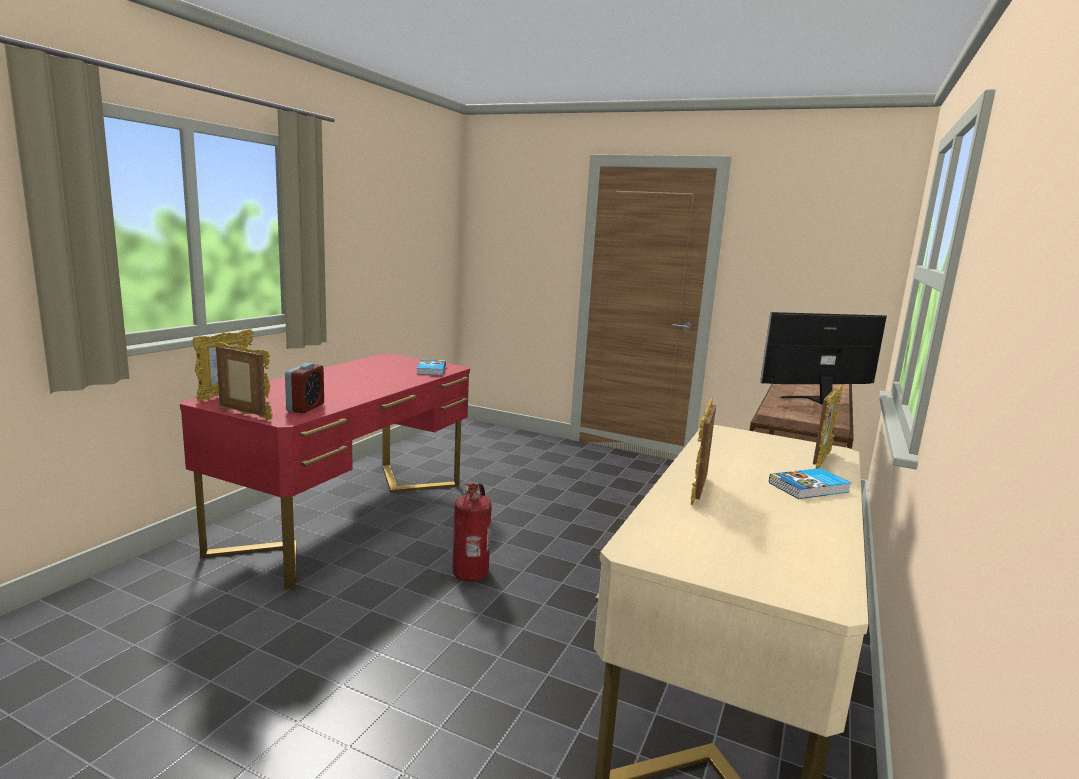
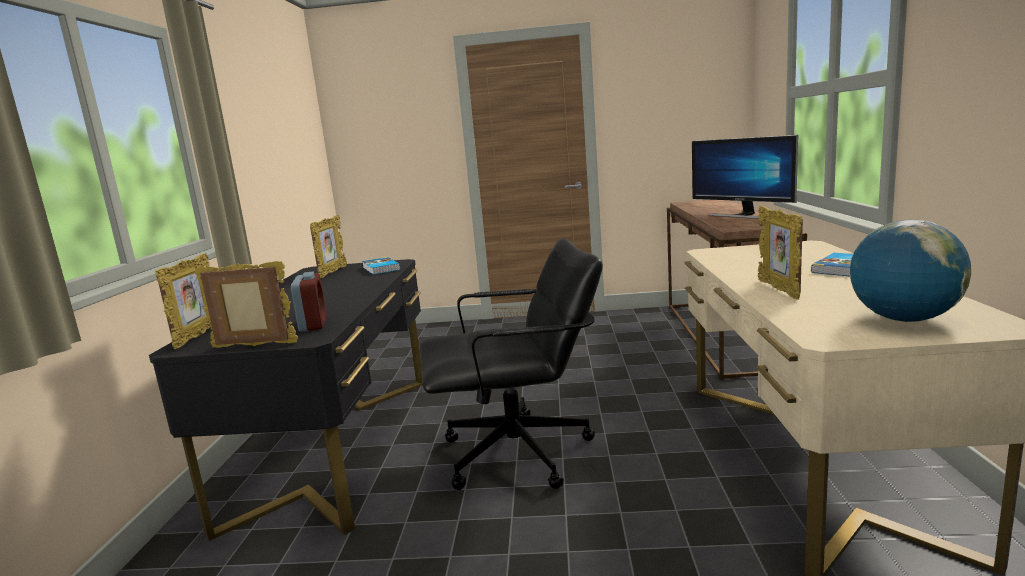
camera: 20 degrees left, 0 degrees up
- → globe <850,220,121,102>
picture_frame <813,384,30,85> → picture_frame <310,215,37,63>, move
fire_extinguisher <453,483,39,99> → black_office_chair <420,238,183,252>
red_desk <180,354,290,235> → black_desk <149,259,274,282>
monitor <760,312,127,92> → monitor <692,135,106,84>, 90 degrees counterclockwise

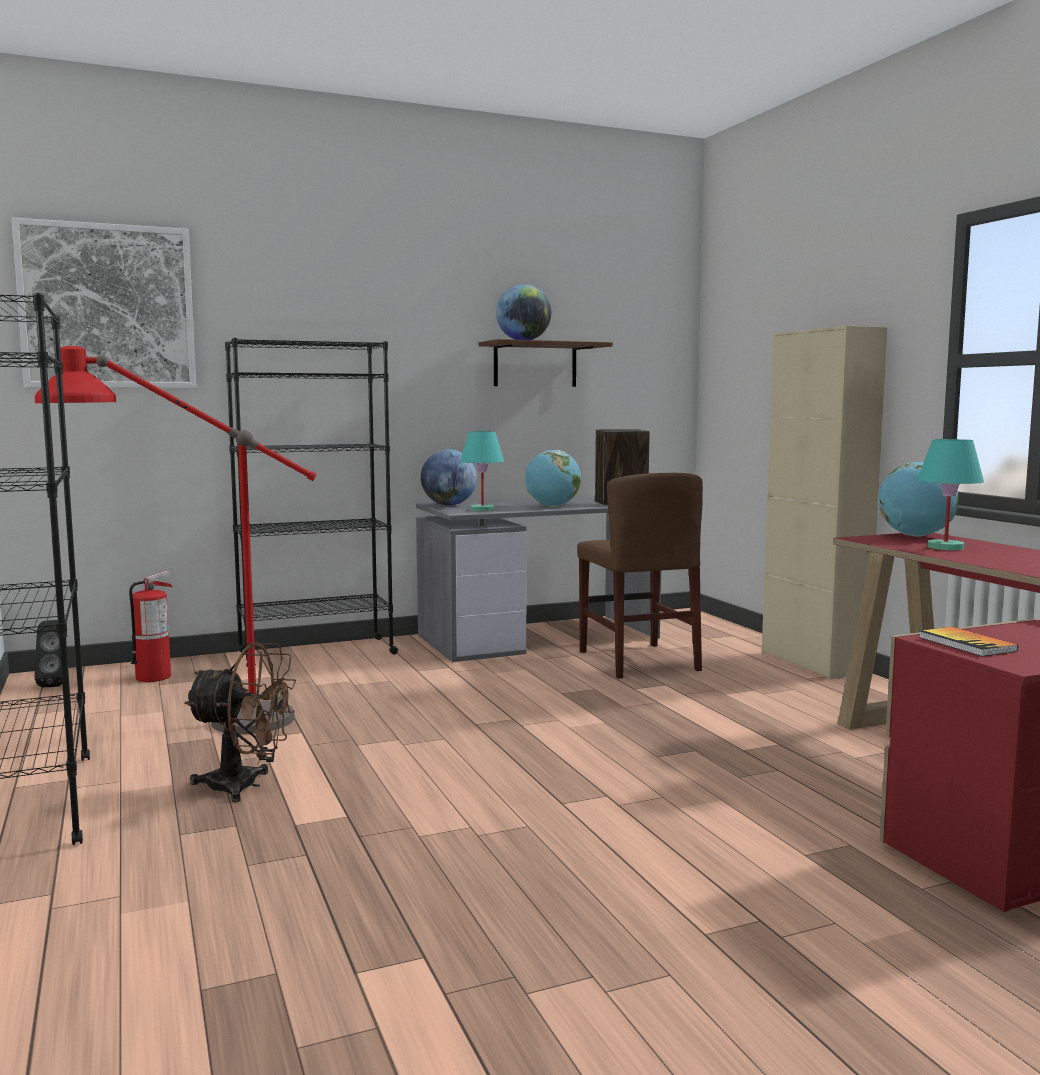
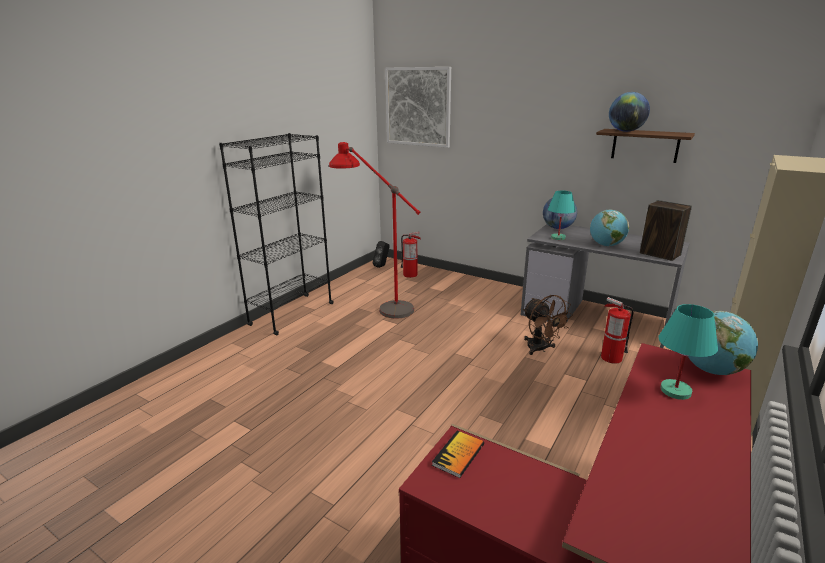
camera: 55 degrees right, 15 degrees up
black_bookcase <225,338,173,329> → -
brown_fan <184,642,112,160> → brown_fan <523,295,50,60>, move
brown_chair <577,473,126,206> → fire_extinguisher <601,297,33,67>

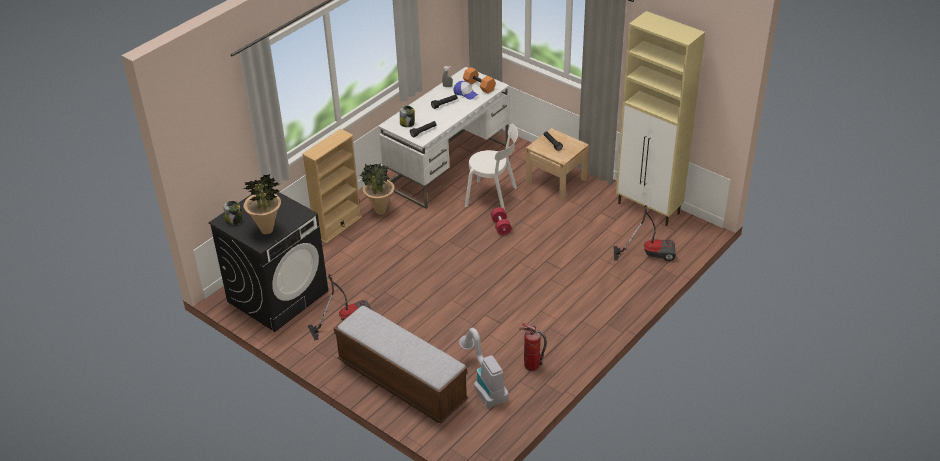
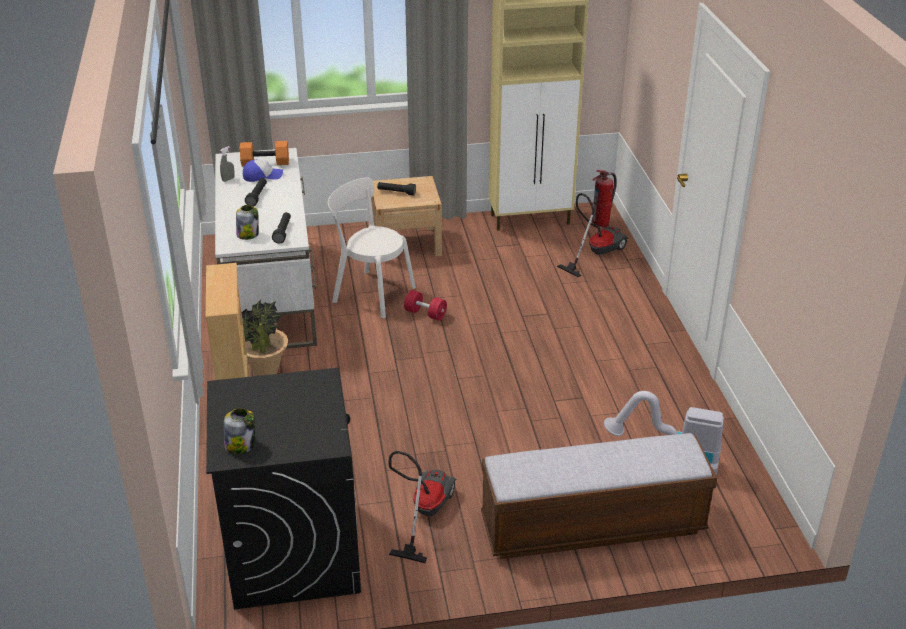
camera: 50 degrees left, 5 degrees down
potted_plant <243,173,38,61> → -
fire_extinguisher <519,323,28,48> → fire_extinguisher <592,170,25,59>, move
white_chair <465,124,53,86> → white_chair <328,178,88,140>, 120 degrees counterclockwise

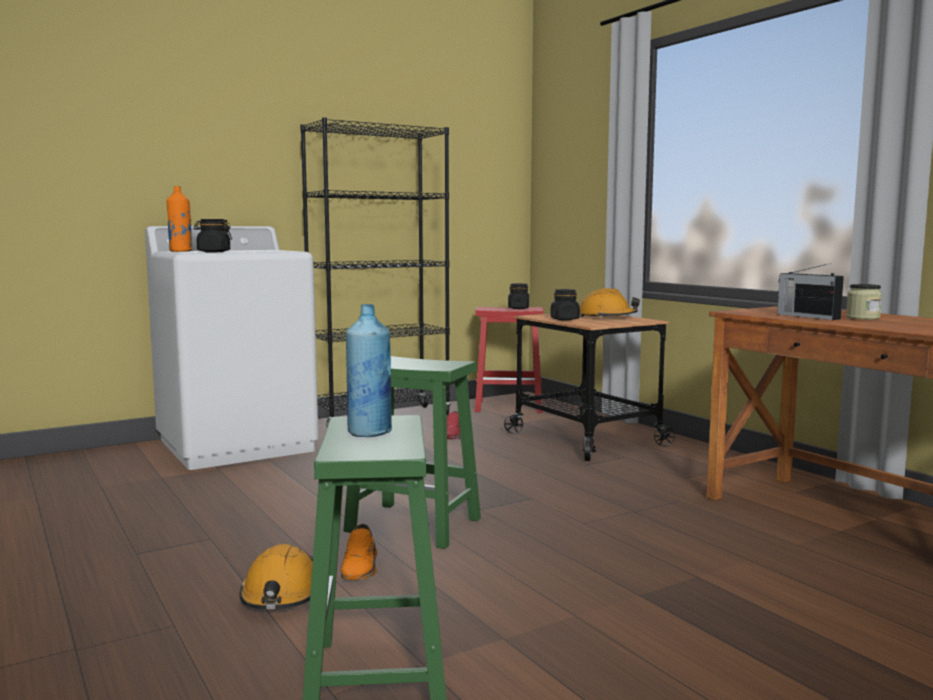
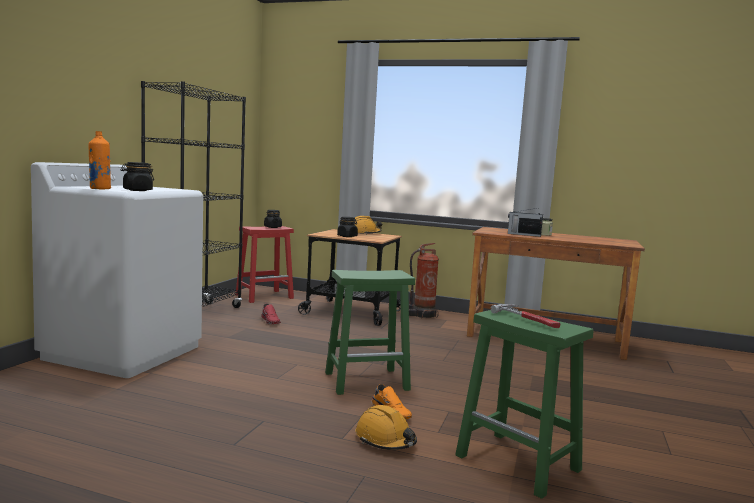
camera: 40 degrees left, 0 degrees up
- → fire_extinguisher <409,243,30,75>
blue_bottle <346,304,46,133> → hammer <490,304,70,24>

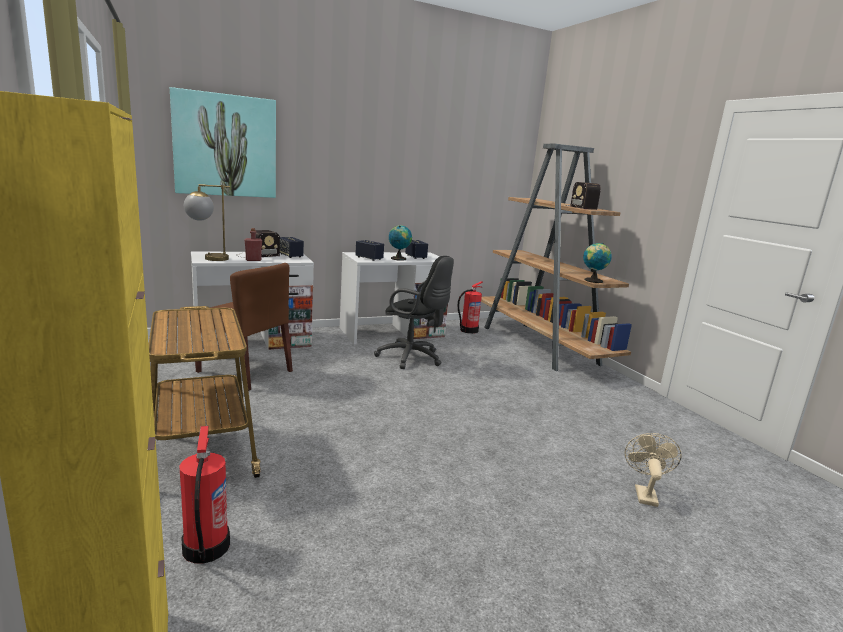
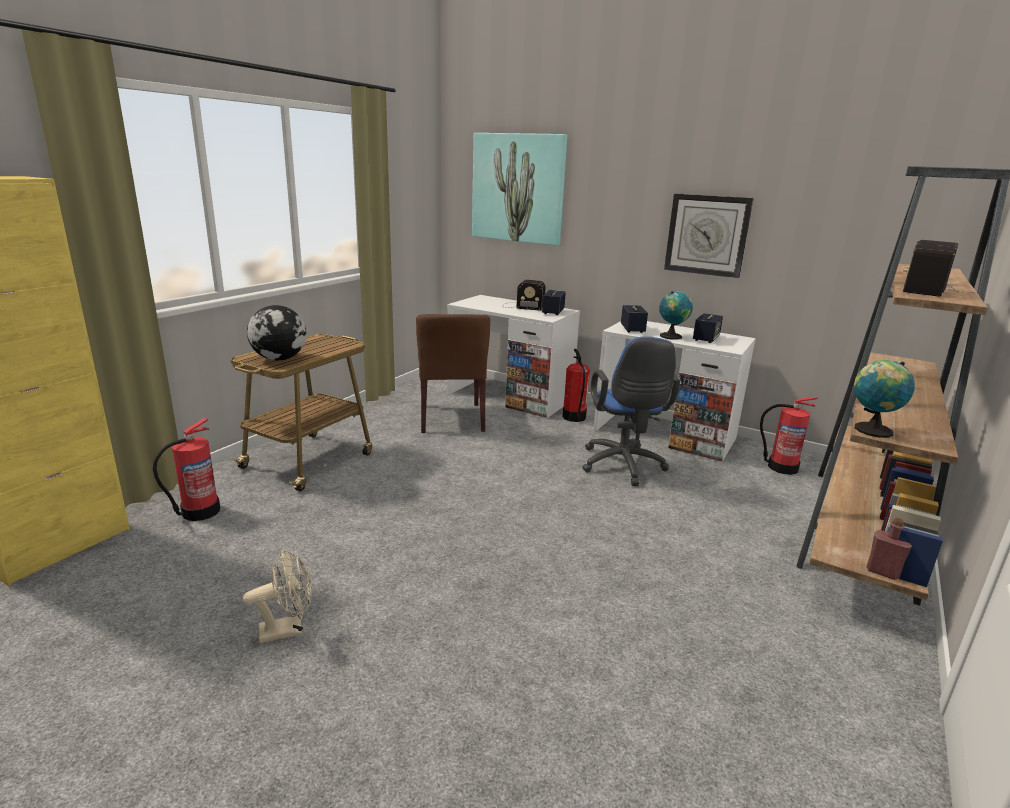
camera: 55 degrees right, 5 degrees up
table_lamp <184,184,46,77> → -
- → globe <247,305,59,55>
- → fire_extinguisher <562,349,28,73>
- → wall_clock <664,193,90,85>
red_bottle <244,228,18,33> → red_bottle <867,518,45,62>, move
beige_fan <625,433,57,74> → beige_fan <243,550,69,93>, move
black_office_chair <374,256,80,113> → blue_office_chair <582,336,98,150>

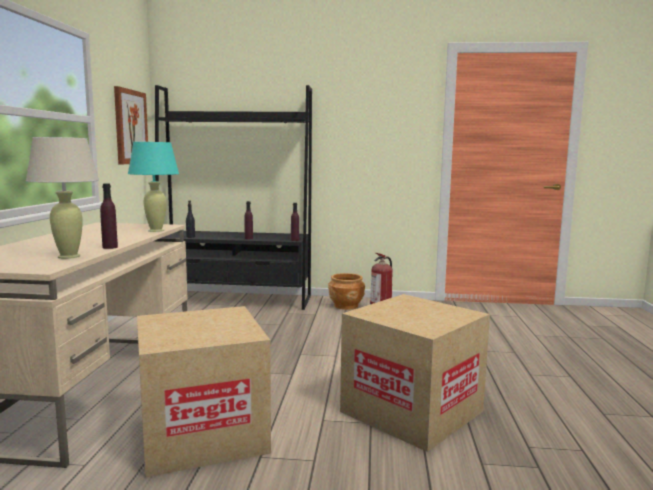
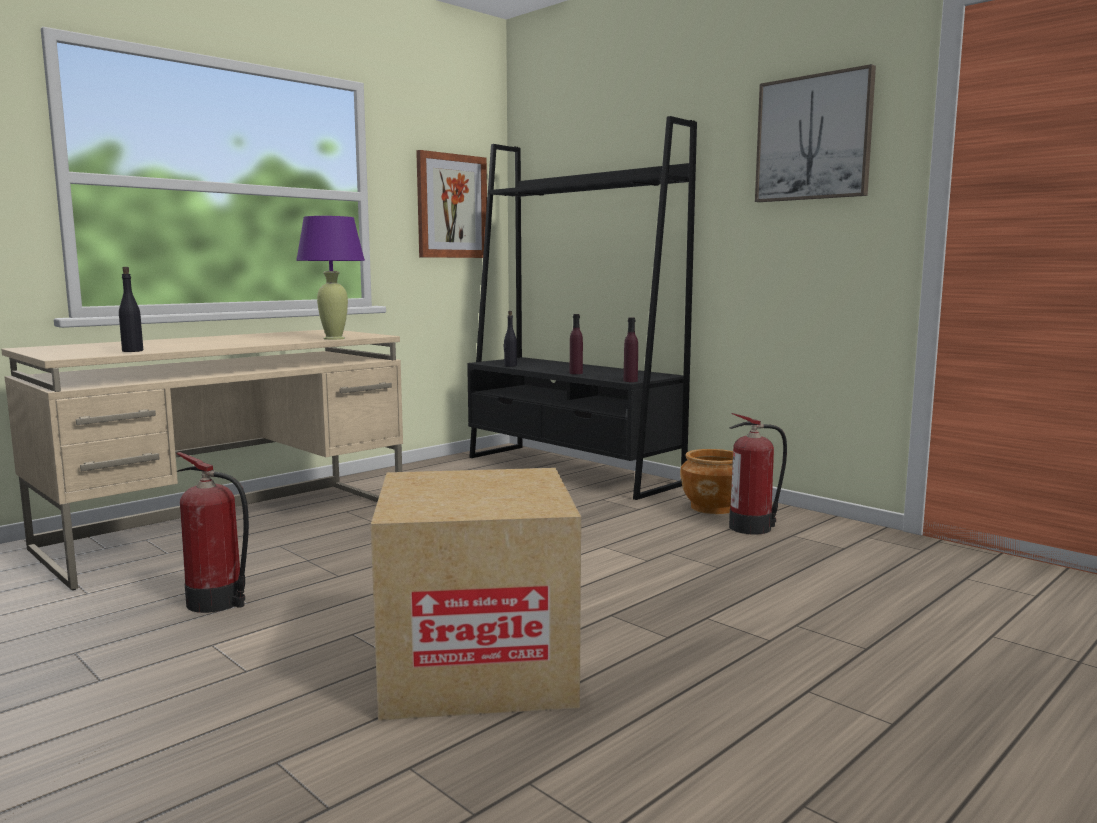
camera: 40 degrees right, 0 degrees up
purple_bottle <100,183,18,66> → -
- → picture <755,64,121,138>
beige_table_lamp <26,137,73,122> → black_bottle <119,267,24,85>
cardboard_box <137,306,134,172> → fire_extinguisher <176,452,73,161>
turquoise_table_lamp <128,142,51,90> → purple_table_lamp <296,216,69,124>

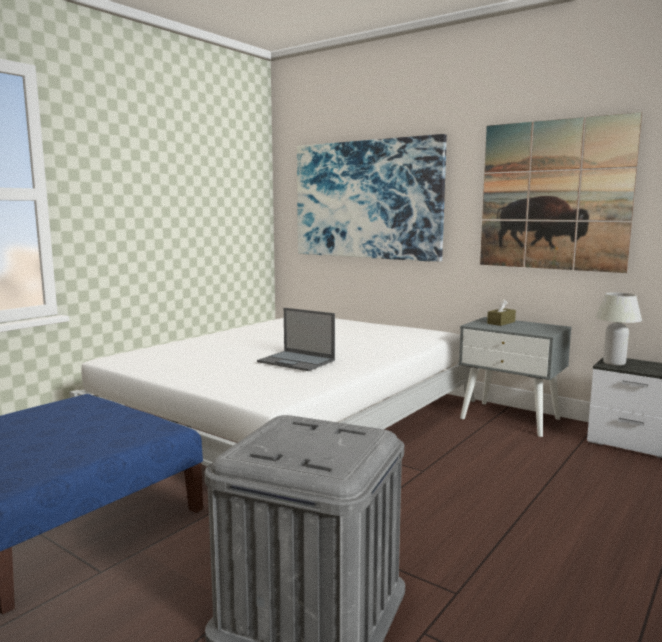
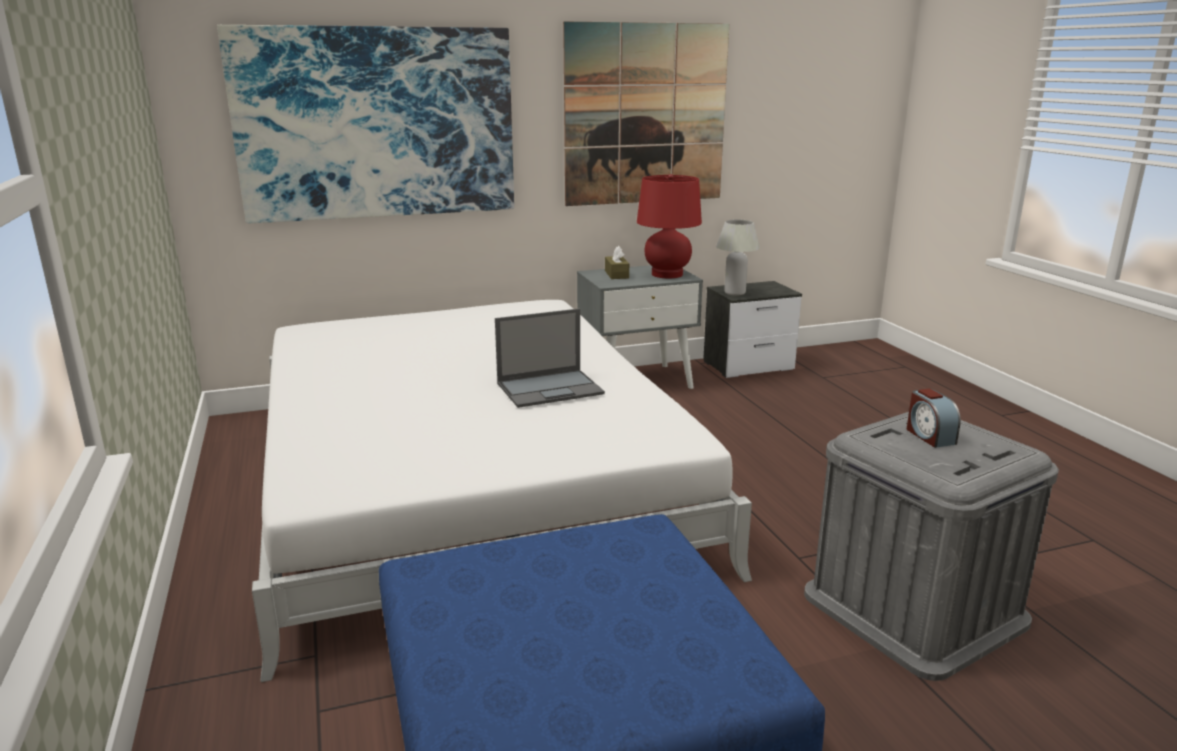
camera: 55 degrees left, 10 degrees up
- → red_table_lamp <637,174,65,104>
- → alarm_clock <907,389,54,59>

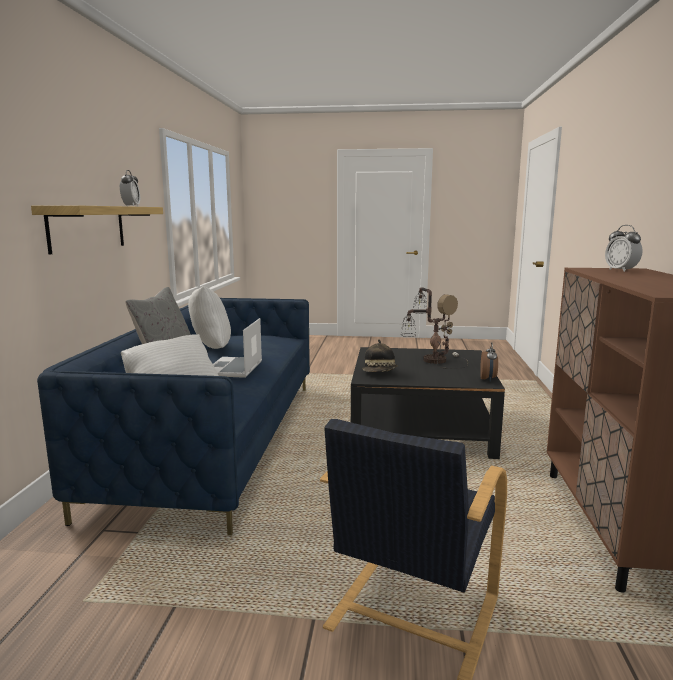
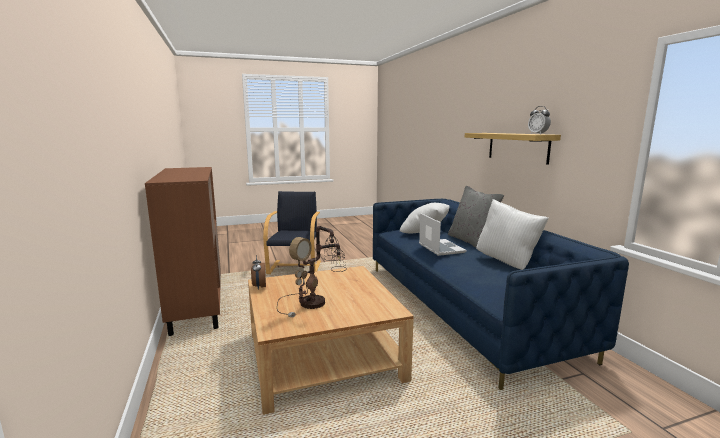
camera: 155 degrees right, 0 degrees up
hat <362,339,36,33> → -
alarm_clock <605,225,38,47> → -
black_coffee_table <351,347,154,112> → beige_coffee_table <248,266,166,149>

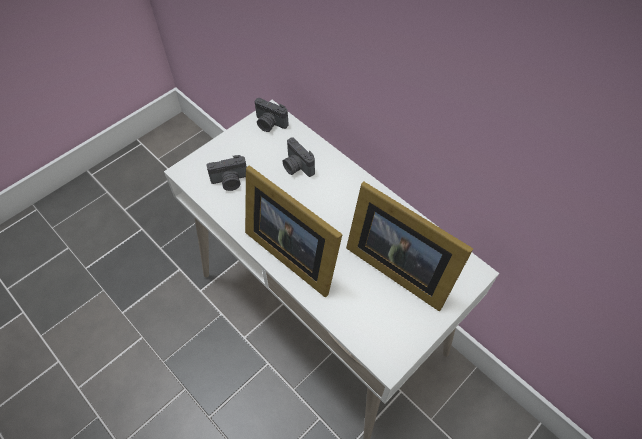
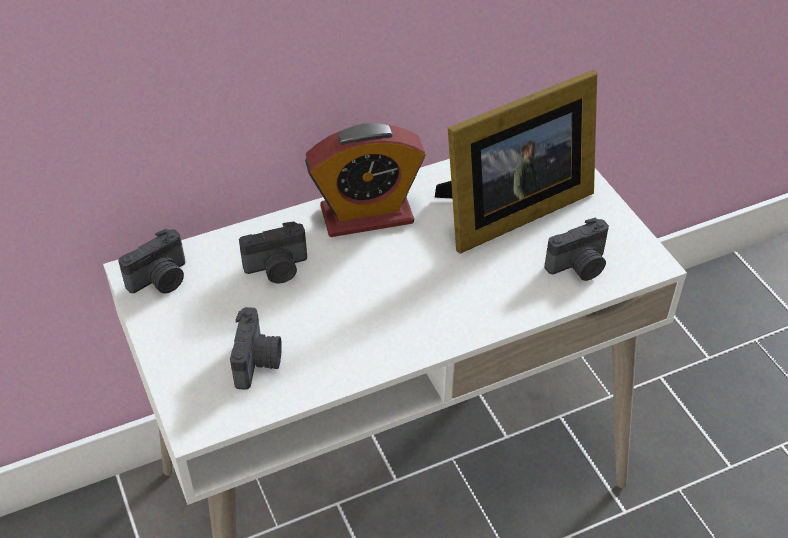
camera: 70 degrees left, 10 degrees down
picture_frame <245,165,98,132> → -
- → alarm_clock <305,123,121,114>
- → photo_camera <545,218,64,63>

